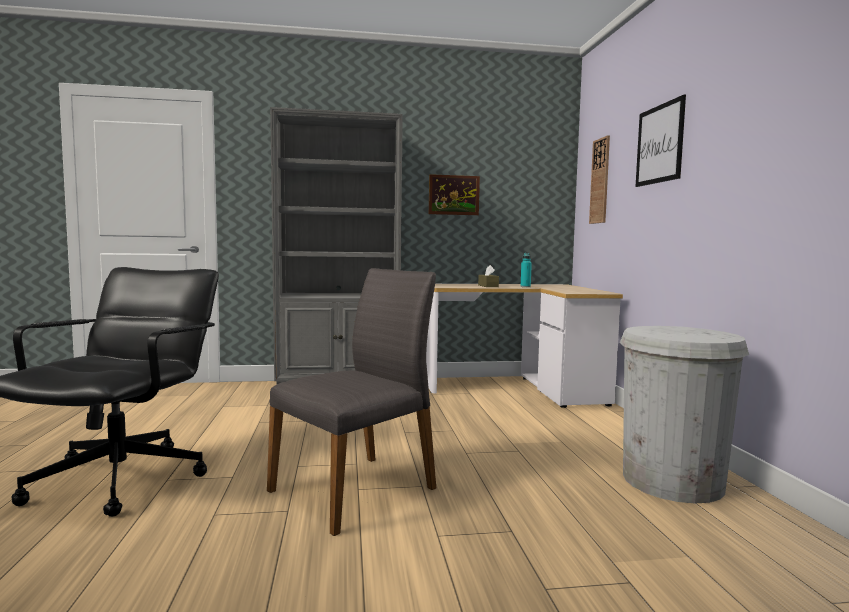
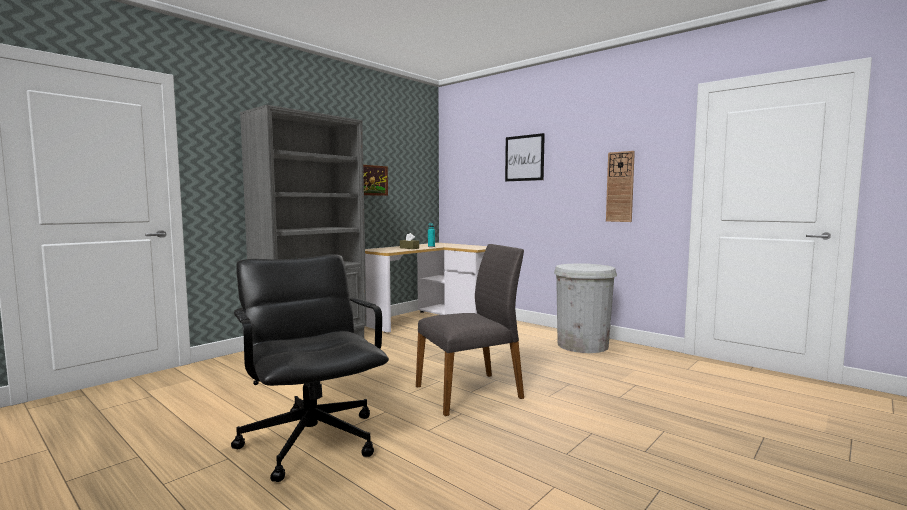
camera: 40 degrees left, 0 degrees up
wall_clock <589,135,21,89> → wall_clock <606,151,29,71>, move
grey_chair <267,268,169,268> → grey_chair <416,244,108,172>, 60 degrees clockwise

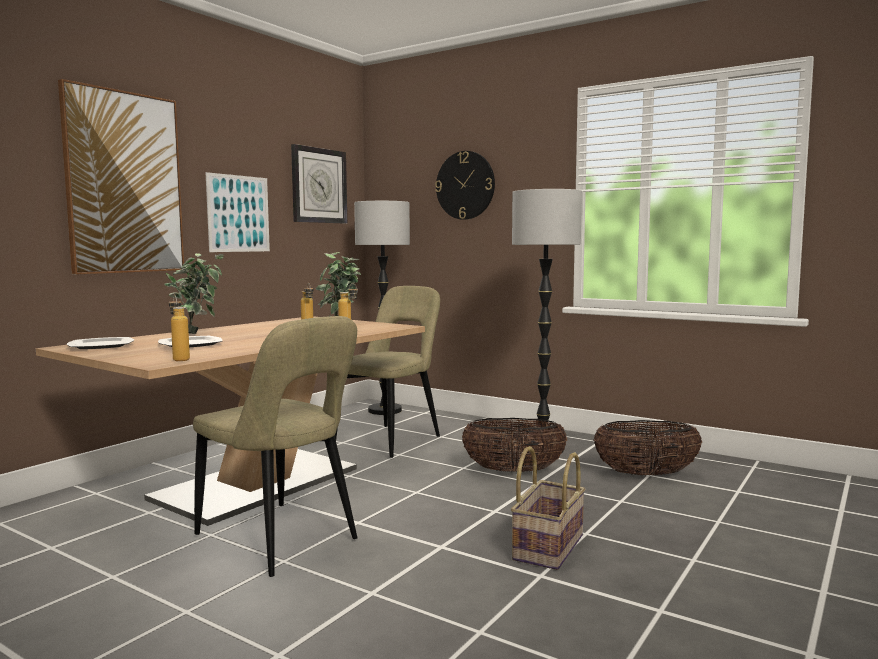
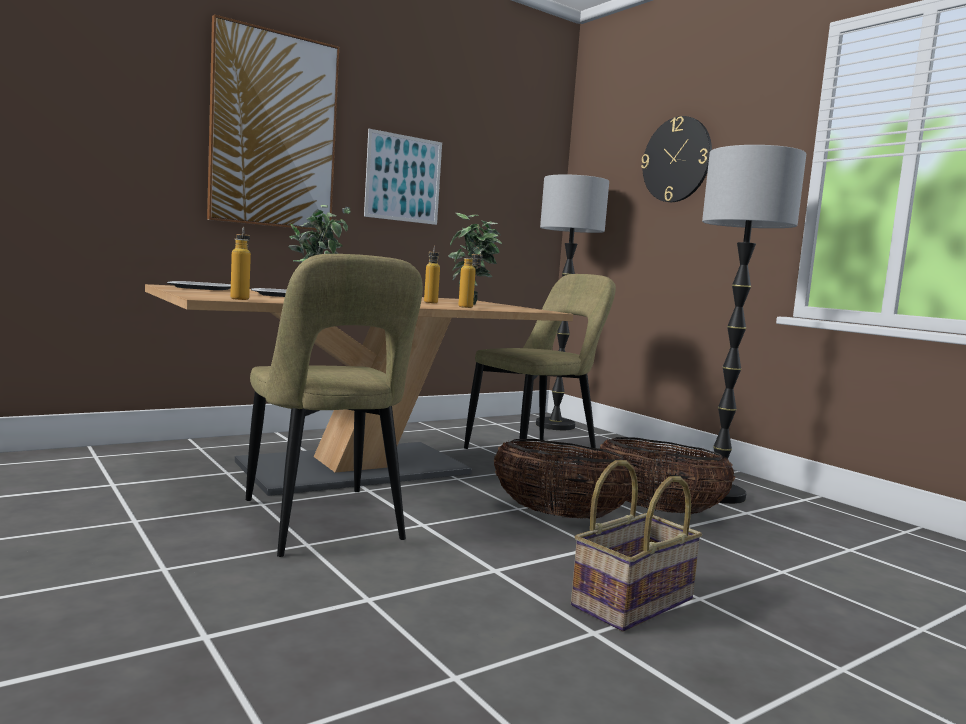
camera: 20 degrees right, 0 degrees up
wall_clock <291,144,56,79> → -
basket <594,420,108,56> → basket <494,439,140,80>, move

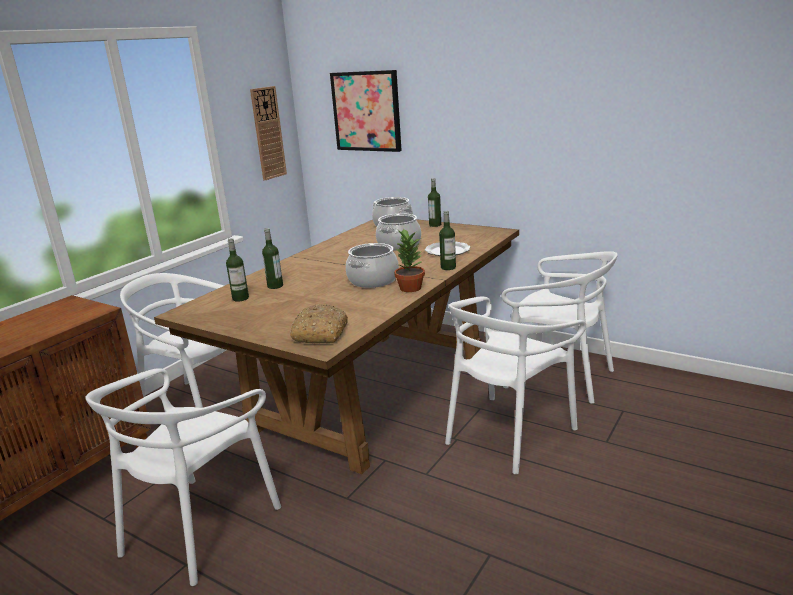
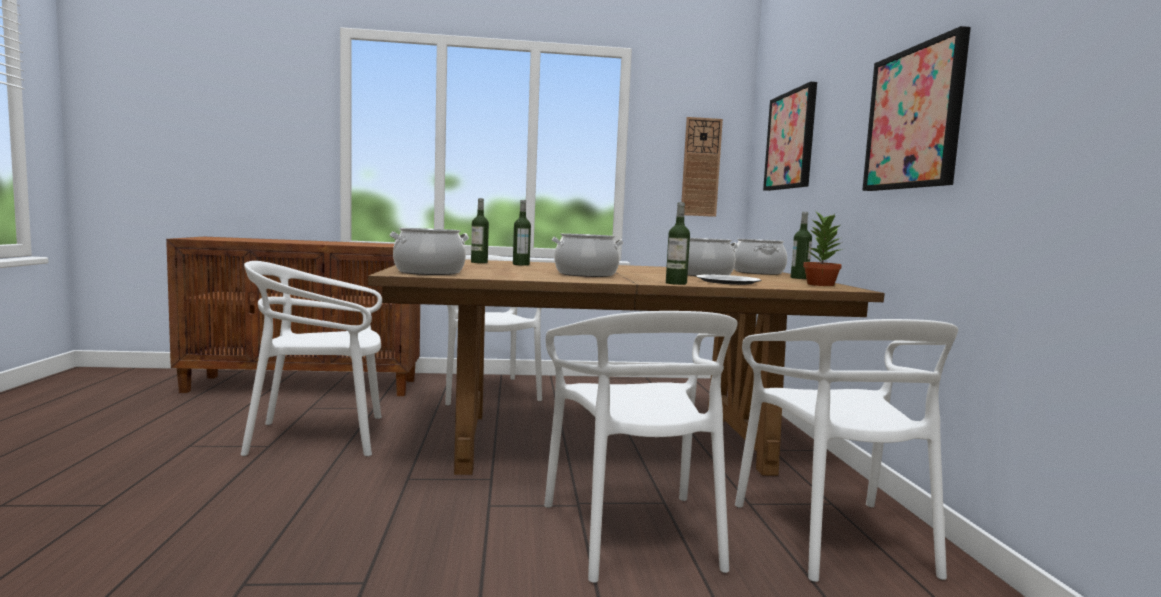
camera: 50 degrees right, 15 degrees down
- → picture <862,26,109,165>
potted_plant <394,228,31,64> → potted_plant <803,210,40,76>, move
bread <290,304,58,39> → cooking_pot <389,228,80,47>
white_chair <445,296,141,178> → white_chair <544,311,194,272>, 105 degrees counterclockwise

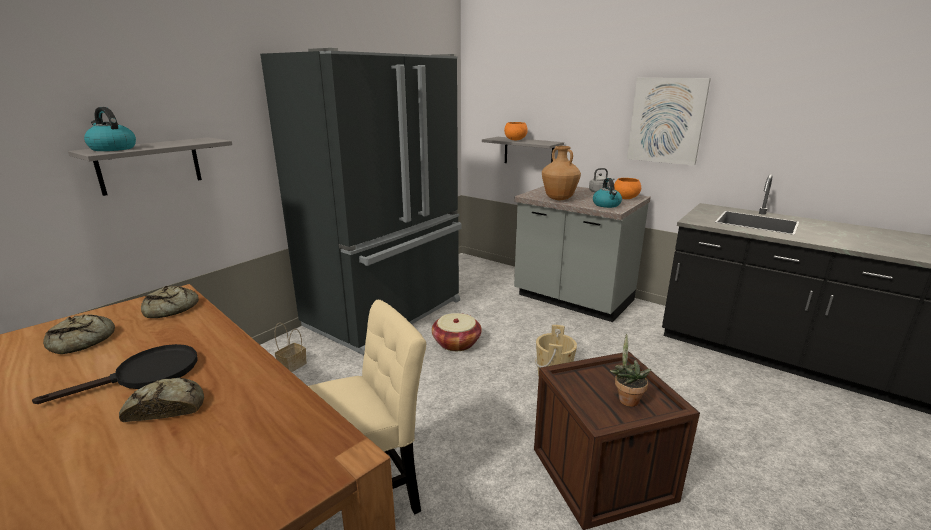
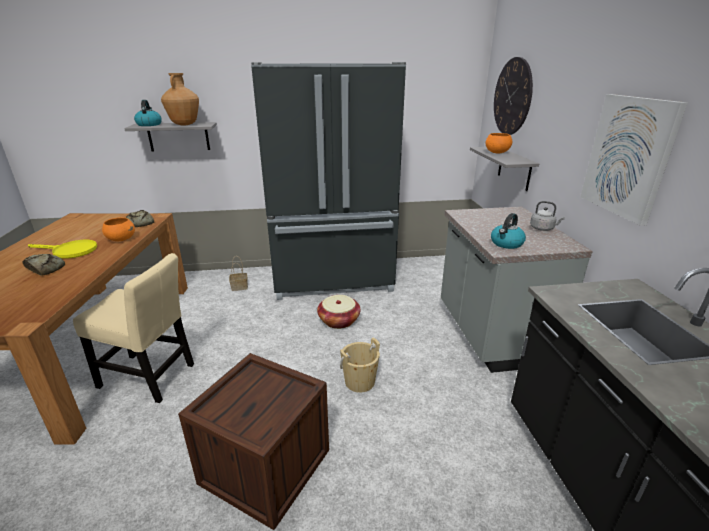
camera: 45 degrees right, 5 degrees up
bread <43,314,72,40> → -
potted_plant <610,334,41,73> → -
- → wall_clock <494,57,39,78>
brown_vase <542,146,39,54> → brown_vase <161,73,38,53>, move
orange_bowl <614,178,27,21> → orange_bowl <102,218,33,23>, move
black_frying_pan <32,344,165,60> → yellow_frying_pan <28,240,69,18>

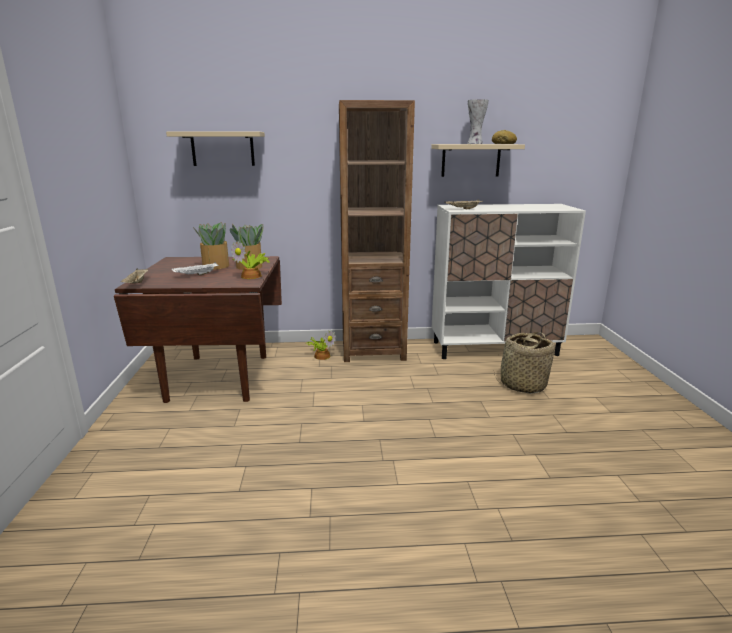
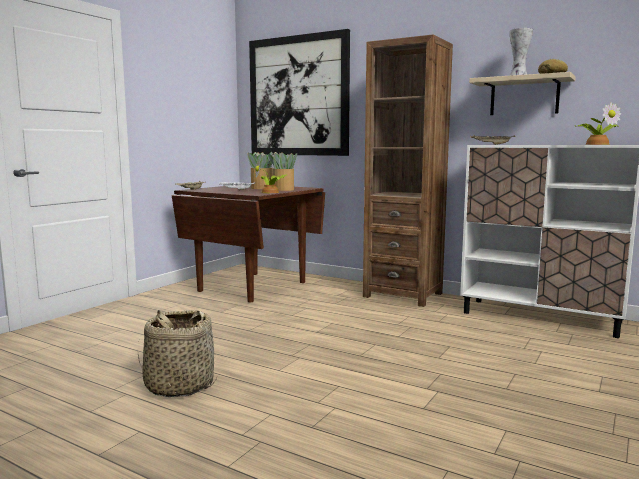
camera: 35 degrees right, 10 degrees down
potted_plant <307,330,29,30> → potted_plant <576,102,45,43>, move
basket <493,332,62,62> → basket <138,310,80,87>, move
beige_shelf <166,132,99,34> → picture <249,29,101,127>

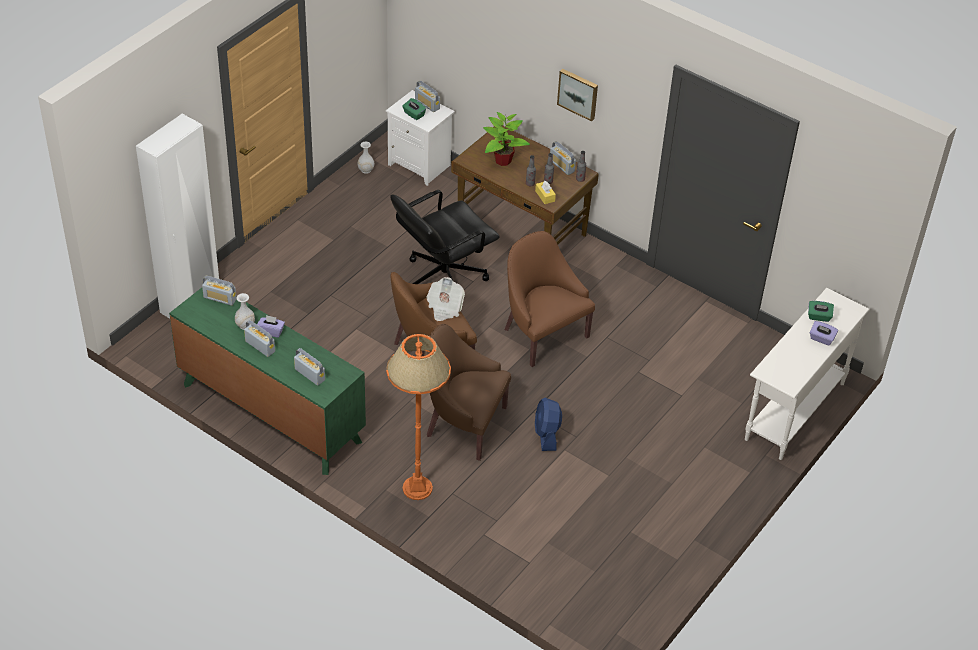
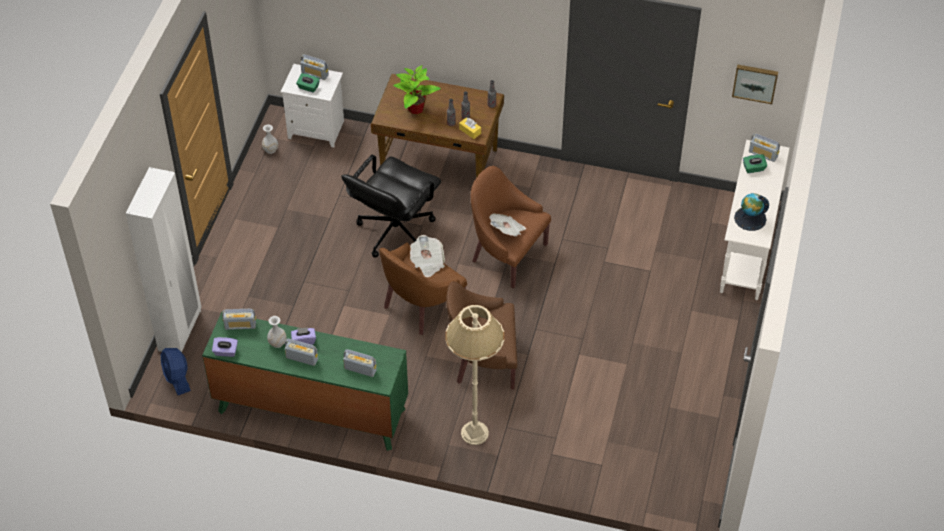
camera: 20 degrees left, 5 degrees up
- → newspaper <489,213,37,24>
- → globe <734,193,35,38>
blue_fan <535,398,27,53> → blue_fan <161,348,30,47>, move
radio <550,141,26,34> → radio <749,133,31,29>, move
picture <557,69,41,53> → picture <732,64,46,40>, move
purple_tissue_box <810,321,28,25> → purple_tissue_box <212,337,26,20>, move
orange_floor_lamp <386,334,65,166> → beige_floor_lamp <445,305,59,140>

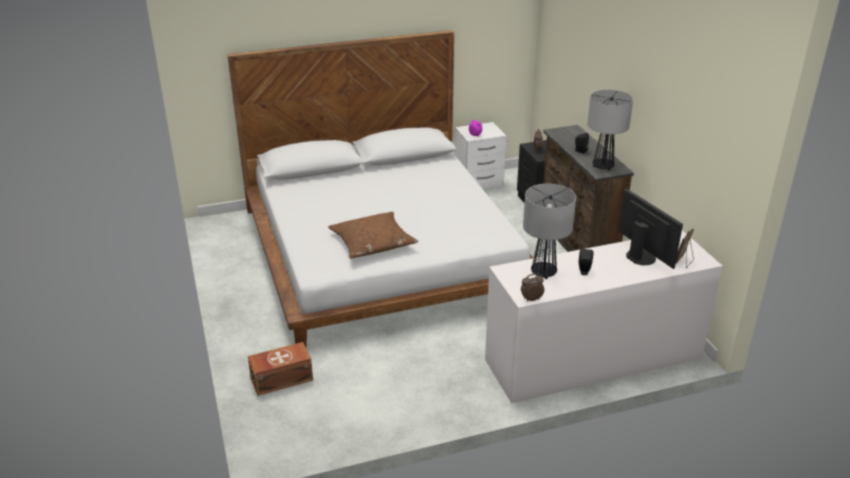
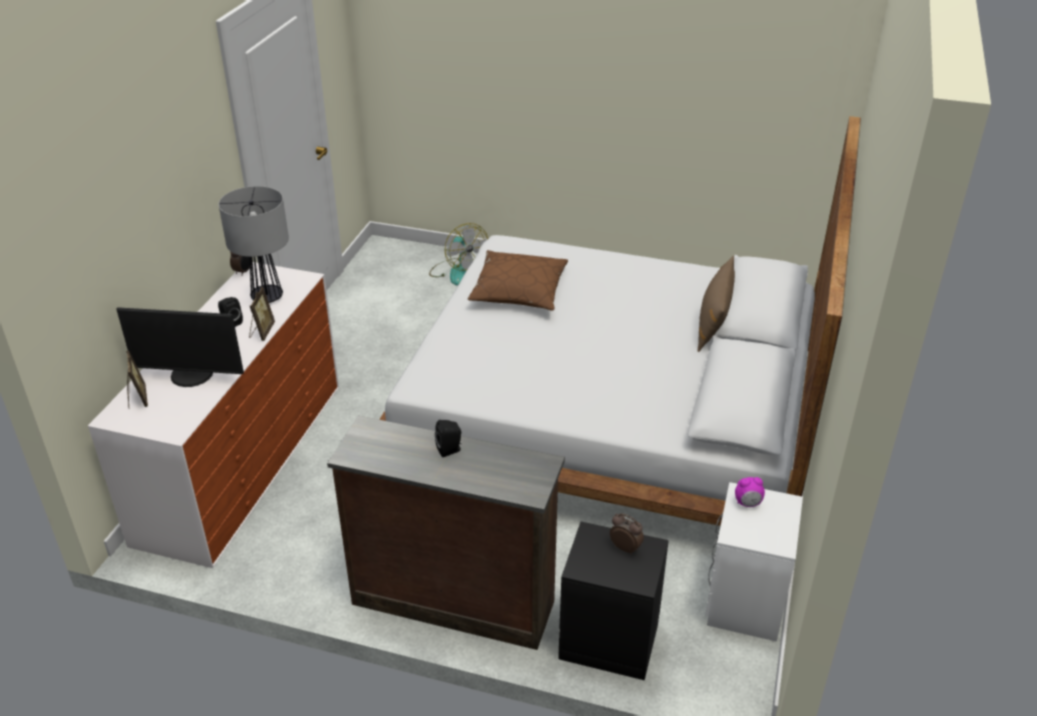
camera: 125 degrees right, 5 degrees up
table_lamp <587,90,46,80> → -
- → picture_frame <249,287,26,54>
- → brown_pillow <697,256,38,96>
brown_storage_box <248,342,65,54> → fan <429,223,59,63>

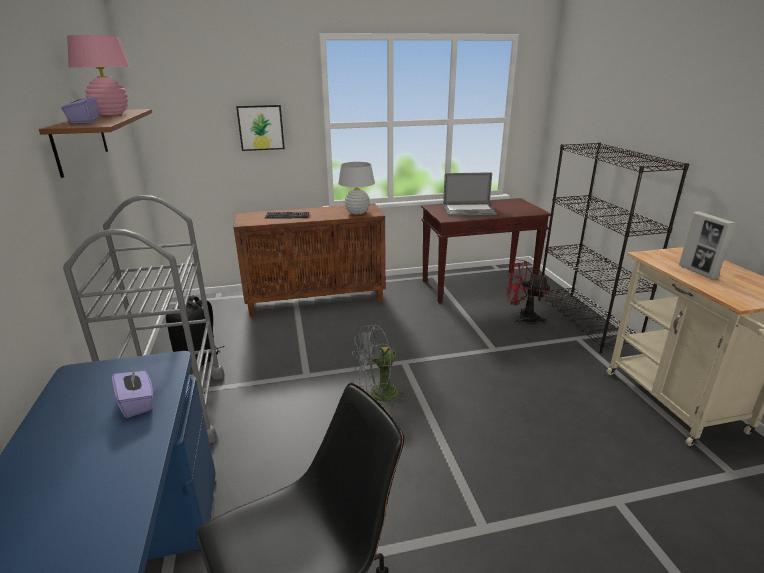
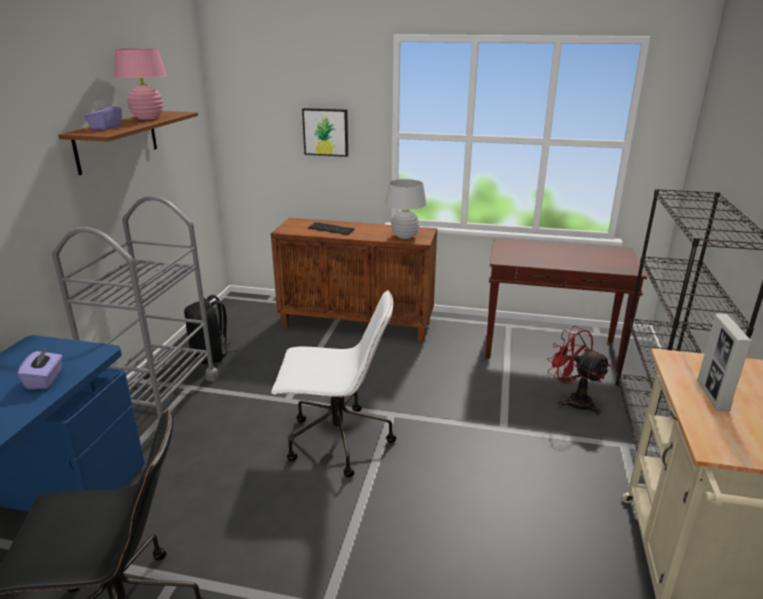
camera: 25 degrees right, 0 degrees up
laptop <443,172,54,44> → -
grey_fan <352,325,56,82> → white_office_chair <271,290,125,187>

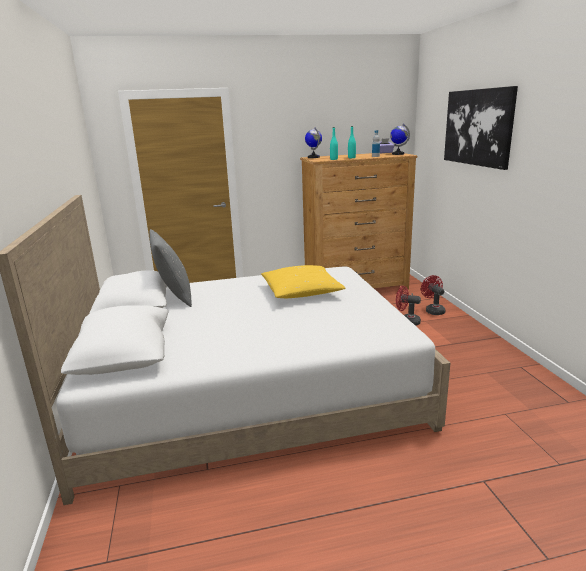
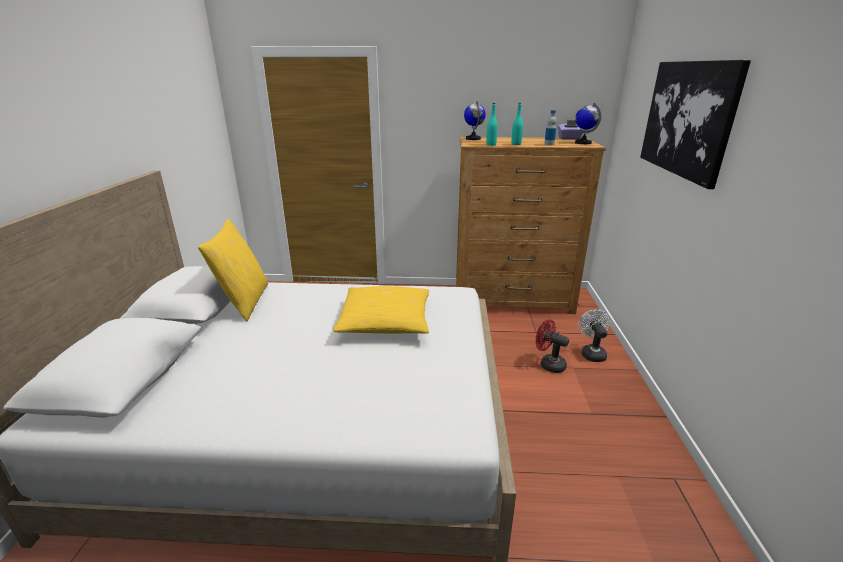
camera: 15 degrees right, 5 degrees up
grey_pillow <149,229,43,78> → yellow_pillow <198,219,70,103>
red_fan <421,275,24,40> → white_fan <578,309,32,53>

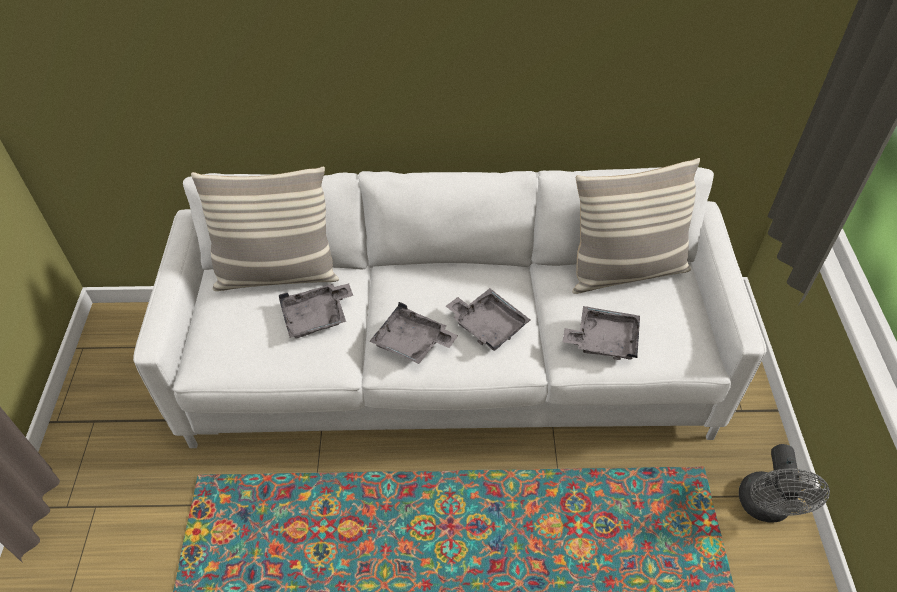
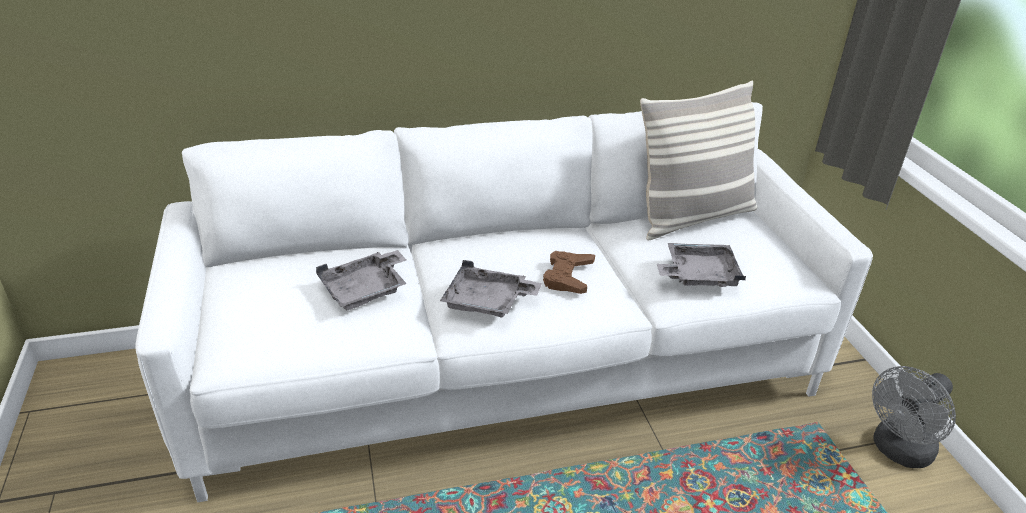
camera: 15 degrees left, 15 degrees down
pillow <191,167,148,124> → -
grey_tray <446,288,84,63> → brown_game_controller <543,251,52,43>
grey_fan <739,444,91,79> → grey_fan <872,366,84,102>, 60 degrees clockwise

